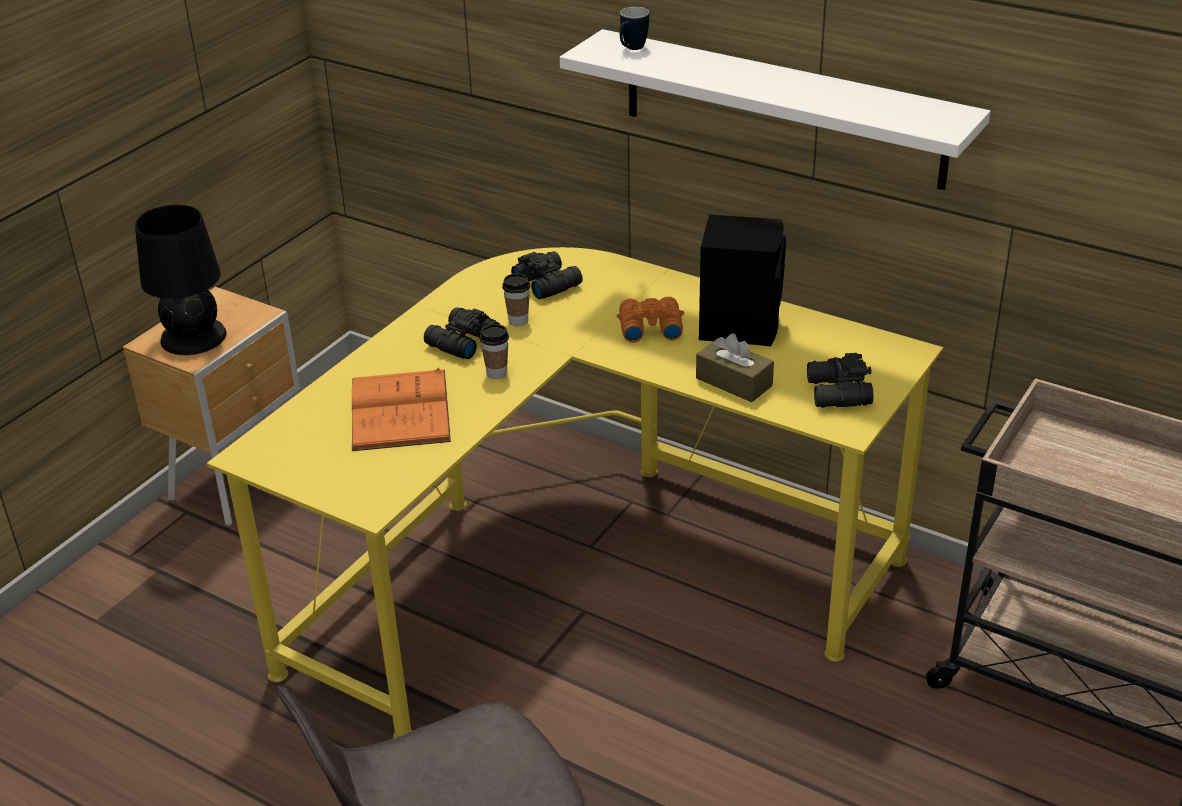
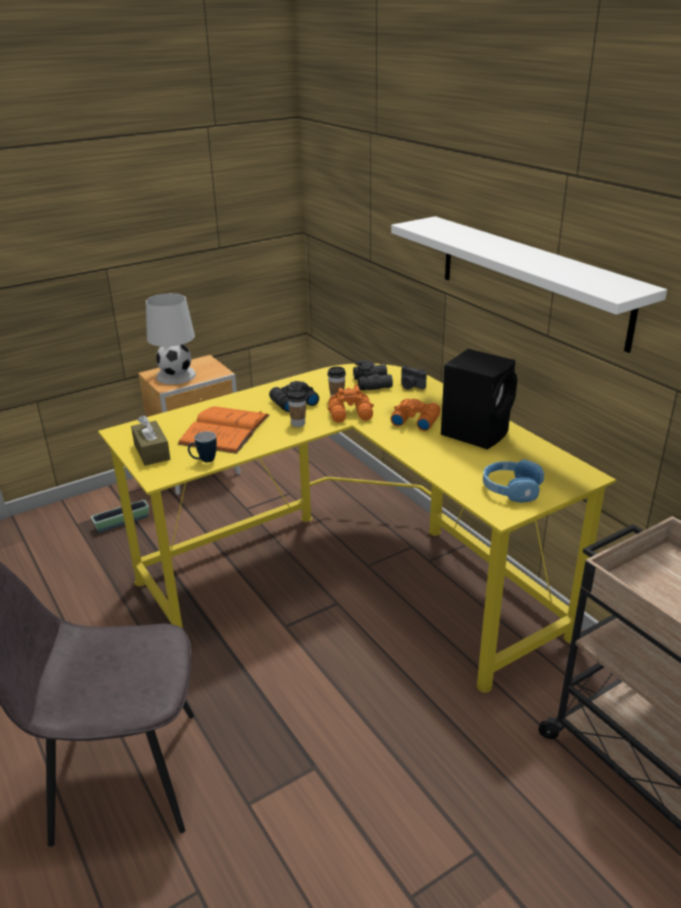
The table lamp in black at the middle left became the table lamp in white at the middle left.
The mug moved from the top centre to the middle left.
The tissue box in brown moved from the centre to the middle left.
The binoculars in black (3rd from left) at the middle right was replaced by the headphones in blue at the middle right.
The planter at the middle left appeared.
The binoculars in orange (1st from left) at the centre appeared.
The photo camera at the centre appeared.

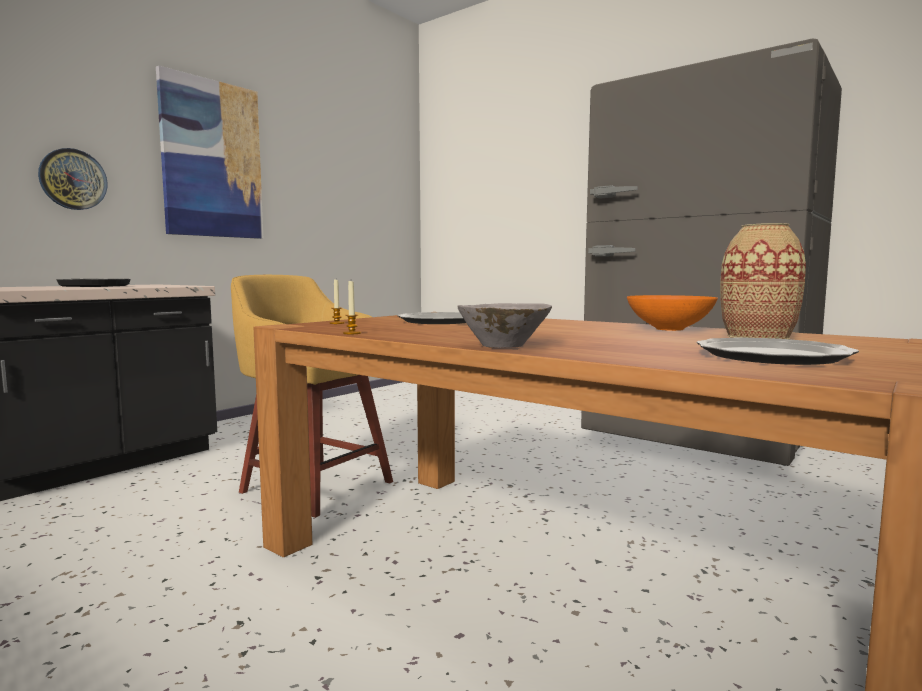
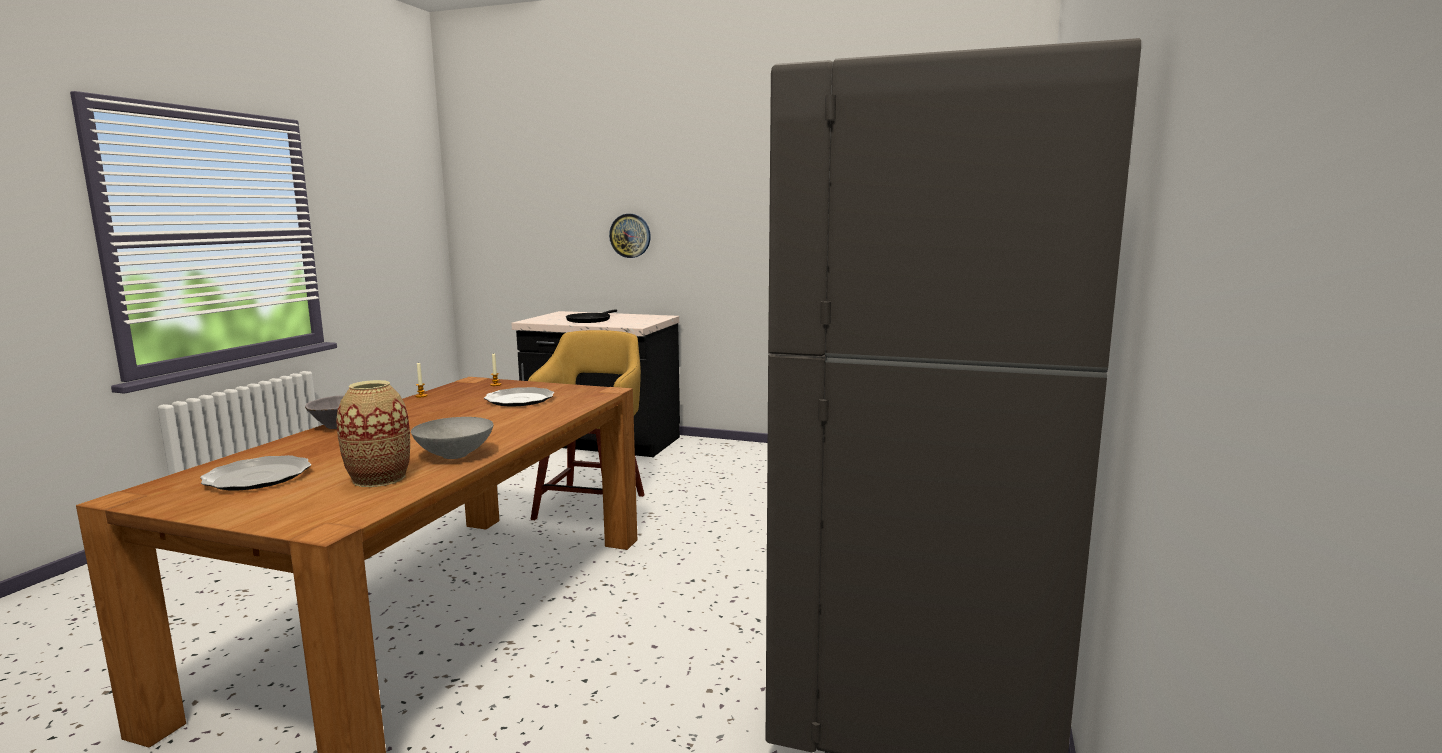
The picture at the top left disappeared.
The bowl in orange at the middle right became the bowl in grey (2nd from left) at the middle left.

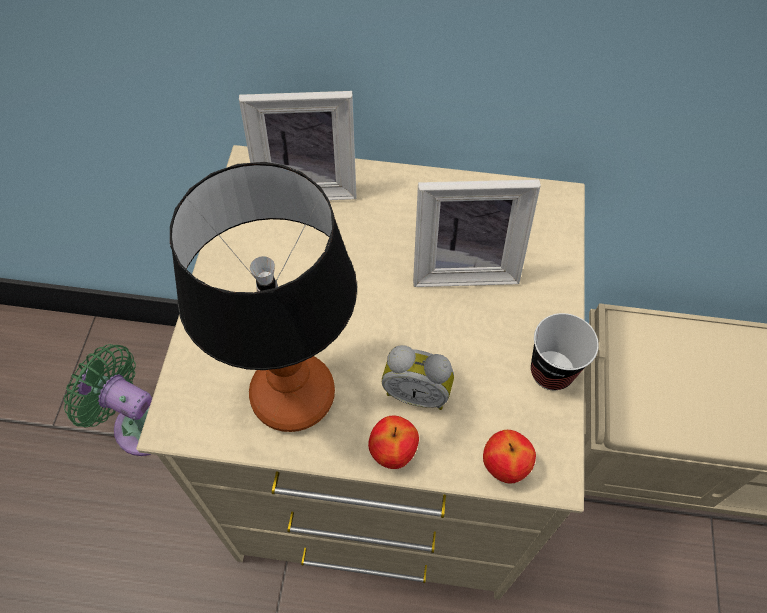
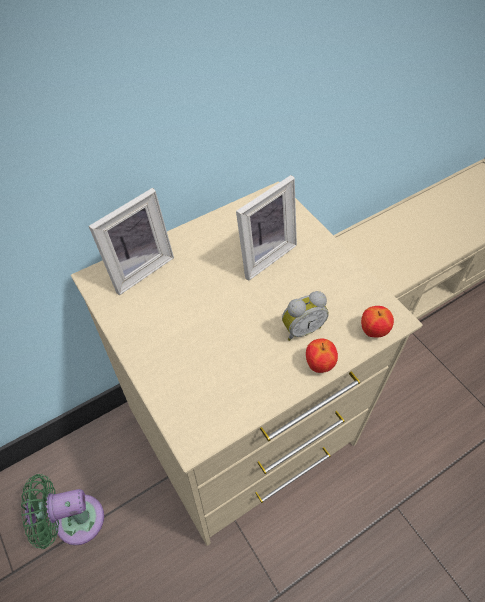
The table lamp at the centre disappeared.
The cup at the middle right disappeared.

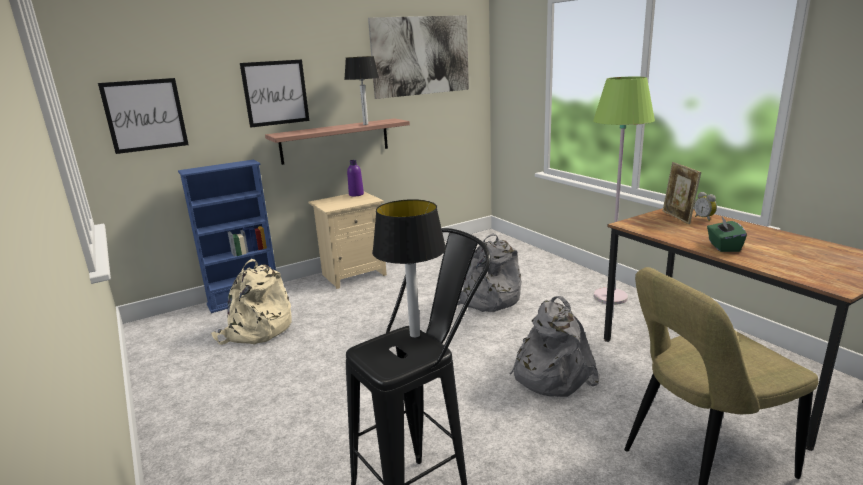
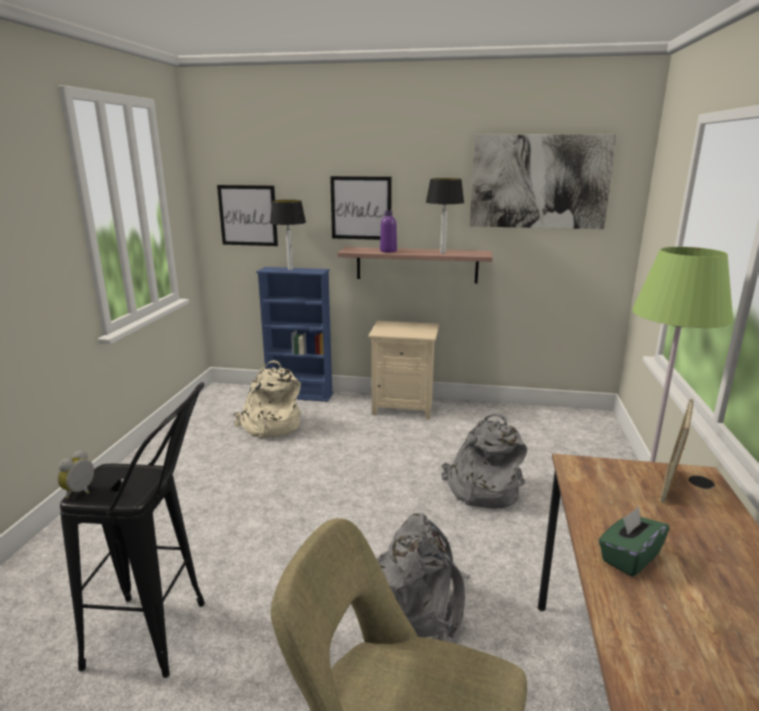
The bottle in purple moved from the centre to the top centre.
The table lamp (2nd from left in the first image) moved from the centre to the top centre.
The alarm clock moved from the middle right to the bottom left.

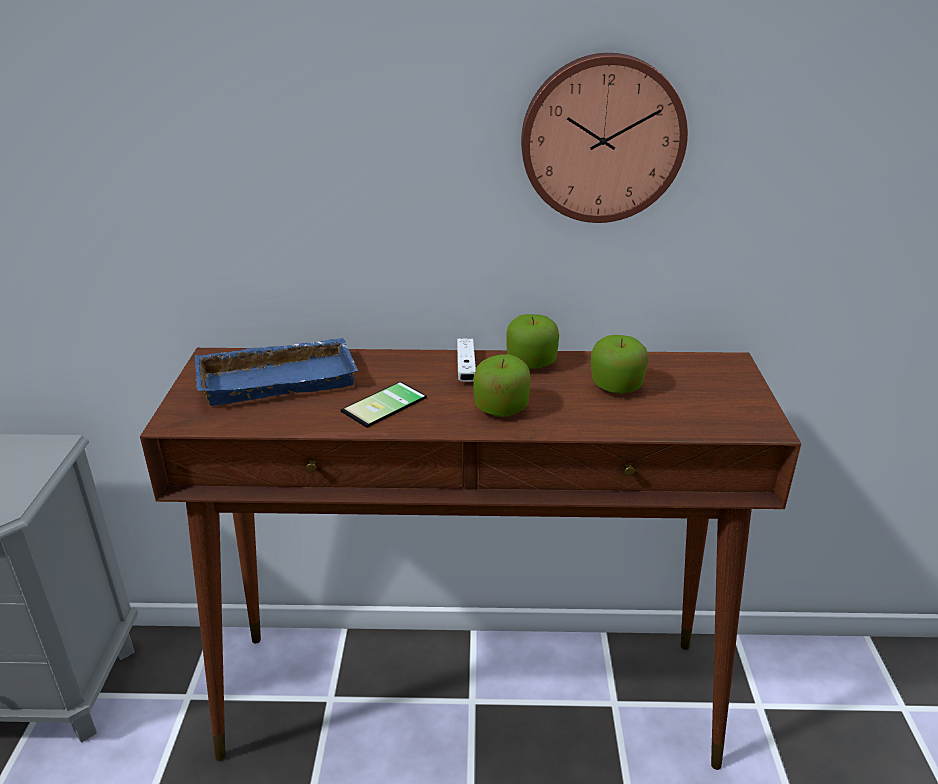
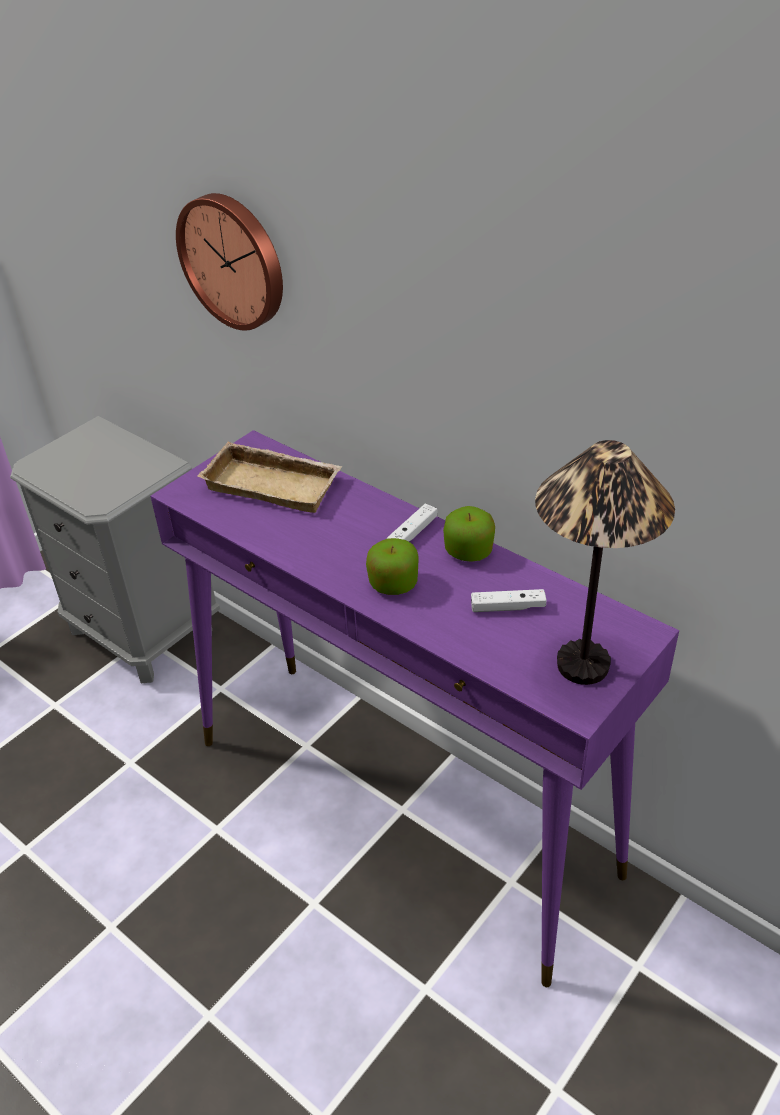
The console table in brown at the bottom centre became the console table in purple at the centre.
The tray in blue at the middle left became the tray in beige at the centre.
The phone at the centre disappeared.
The wall clock moved from the top centre to the top left.
The apple (3rd from left) at the centre was replaced by the game controller in white (2nd from left) at the centre.
The table lamp at the middle right appeared.

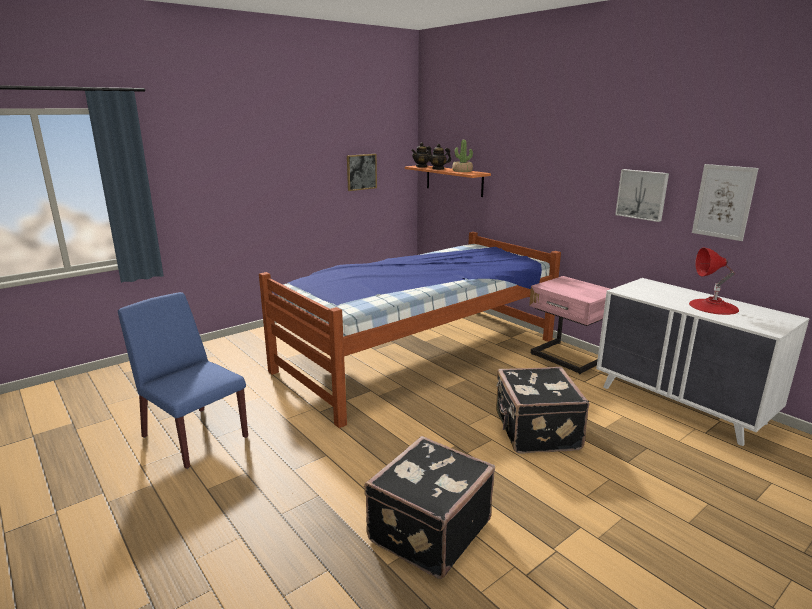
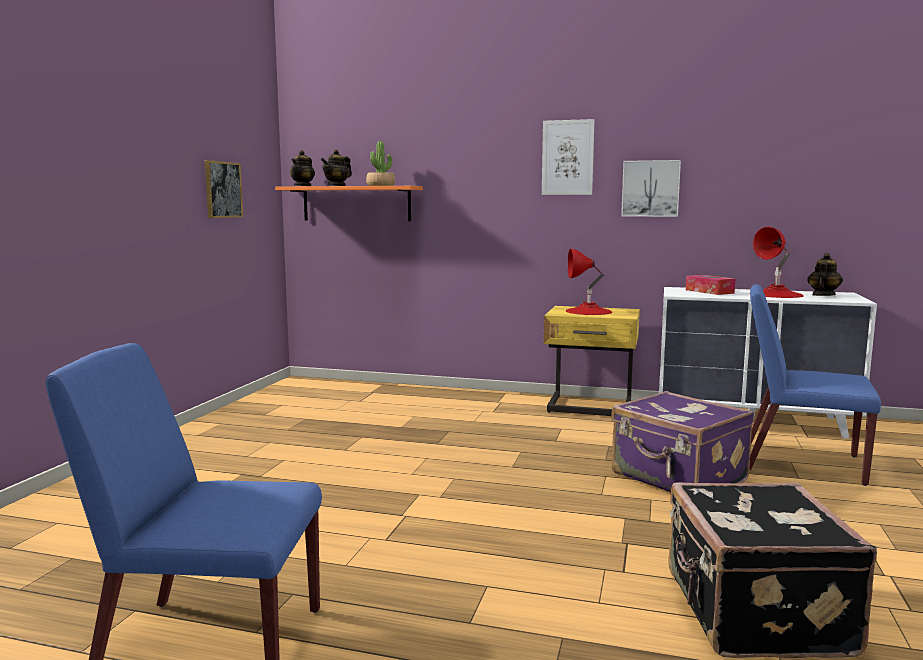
The bed at the centre disappeared.
The suitcase in black (2nd from left) at the bottom right became the suitcase in purple at the bottom right.
The nightstand in pink at the middle right became the nightstand in yellow at the centre.
The picture (3rd from left in the first image) moved from the top right to the top centre.
The table lamp in red (1st from left) at the centre appeared.
The tissue box at the middle right appeared.
The chair in blue (2nd from left) at the middle right appeared.
The teapot (3rd from left) at the middle right appeared.

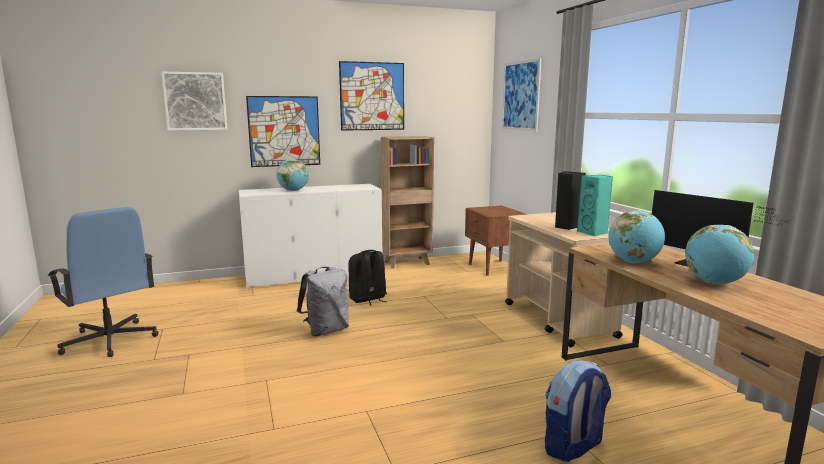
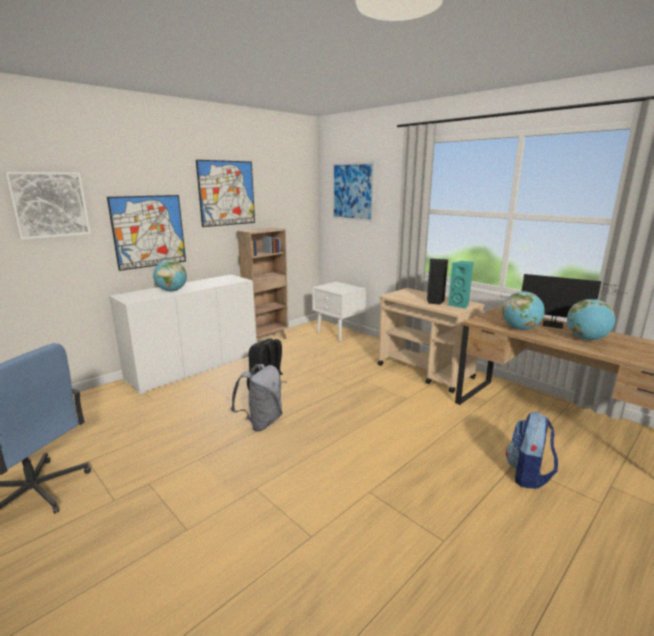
The nightstand in brown at the centre became the nightstand in white at the centre.

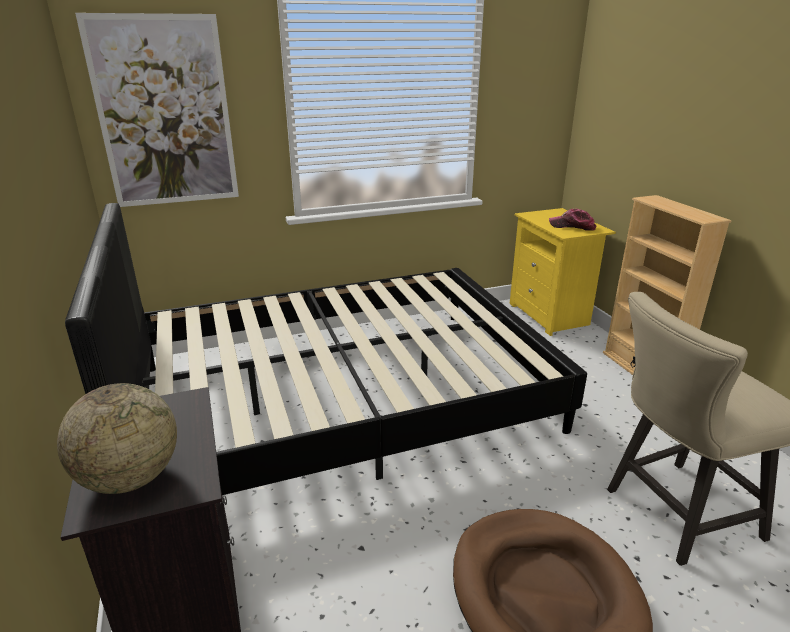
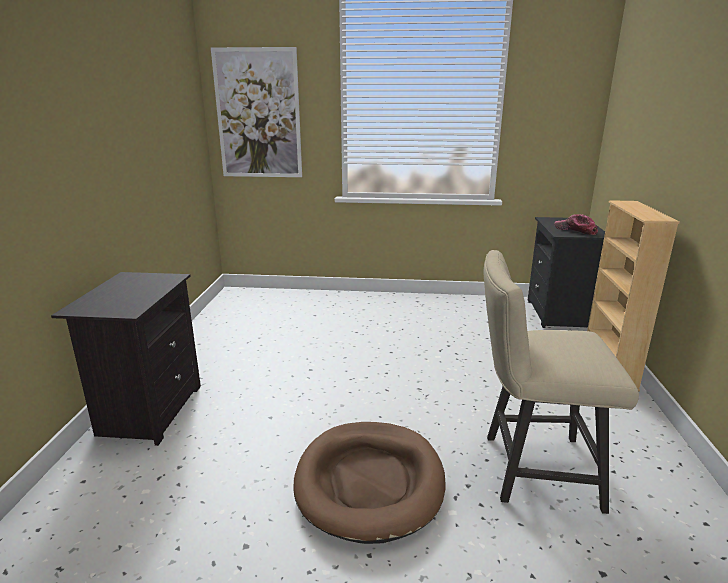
The globe at the bottom left disappeared.
The bed in black at the centre disappeared.
The nightstand in yellow at the middle right became the nightstand in black (2nd from left) at the middle right.

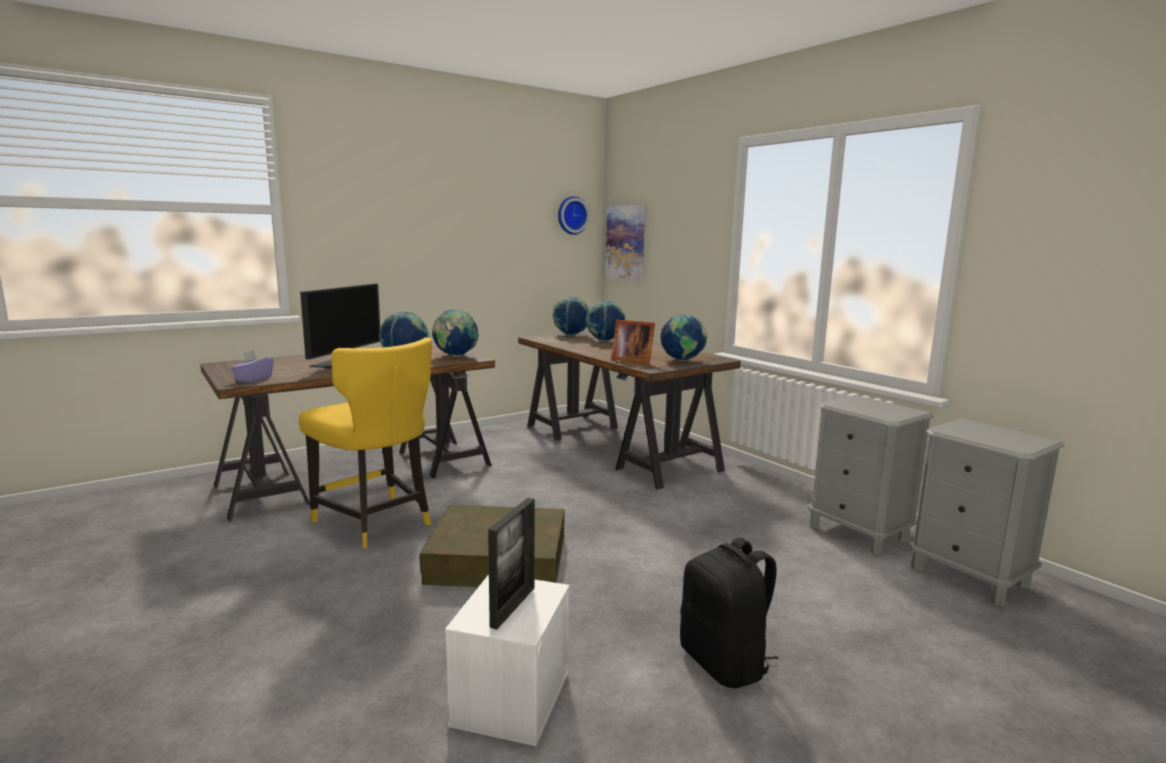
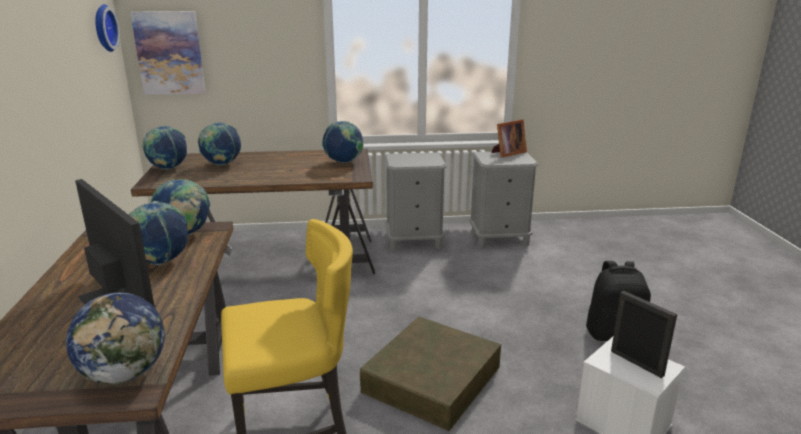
The tissue box in purple at the middle left was replaced by the globe (1st from left) at the bottom left.
The picture frame (2nd from left in the first image) moved from the centre to the top centre.
The nightstand in grey (2nd from left in the first image) moved from the bottom right to the centre.

